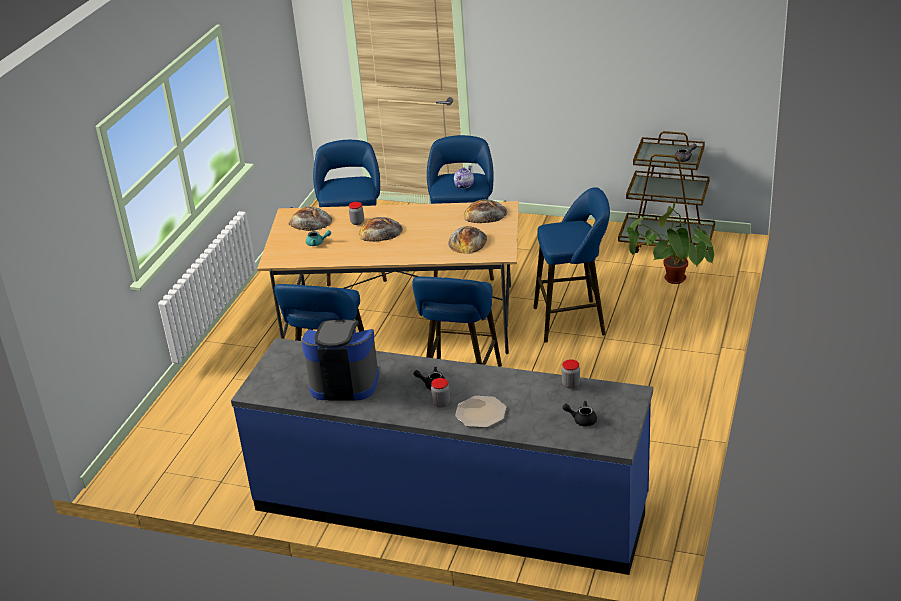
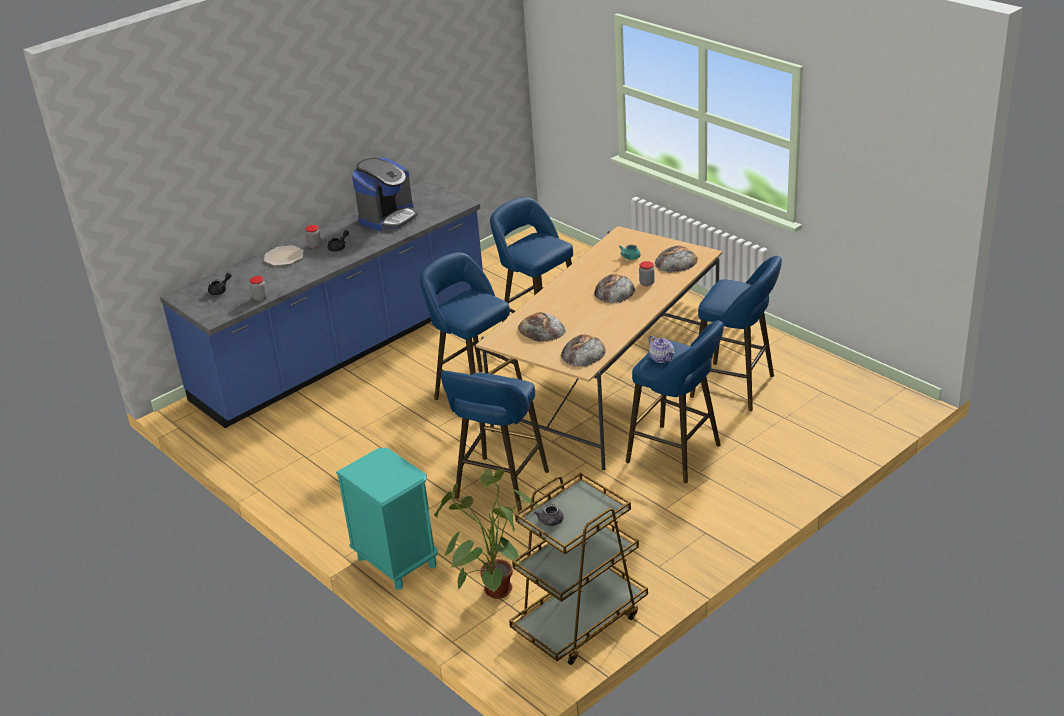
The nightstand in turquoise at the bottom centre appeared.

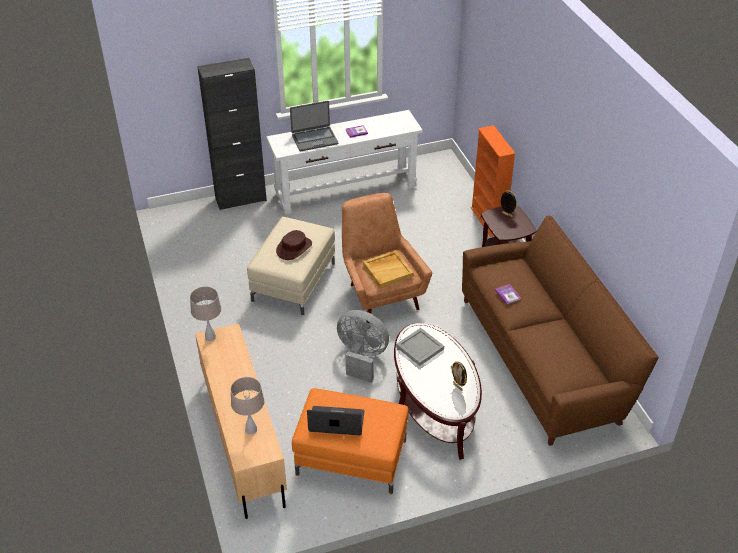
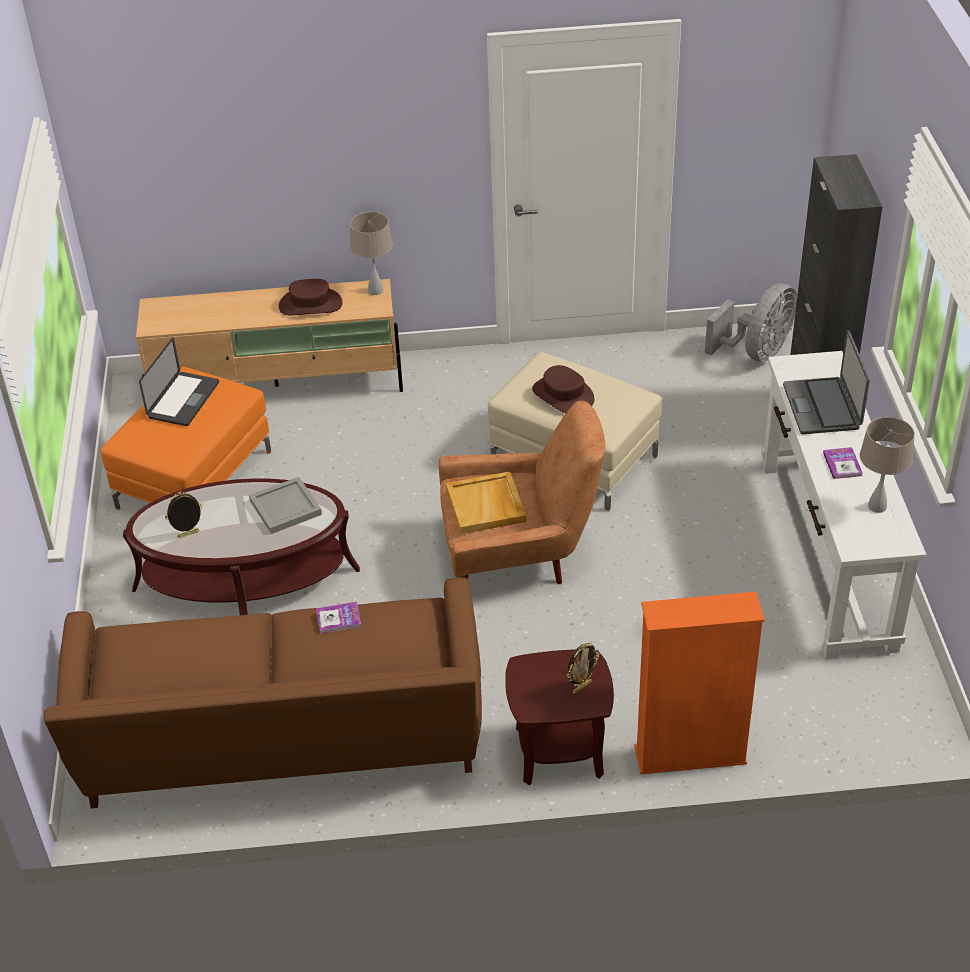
The table lamp in beige (2nd from left) moved from the bottom centre to the middle right.
The fan in grey moved from the centre to the top right.
The hat in brown (1st from left) at the top left appeared.

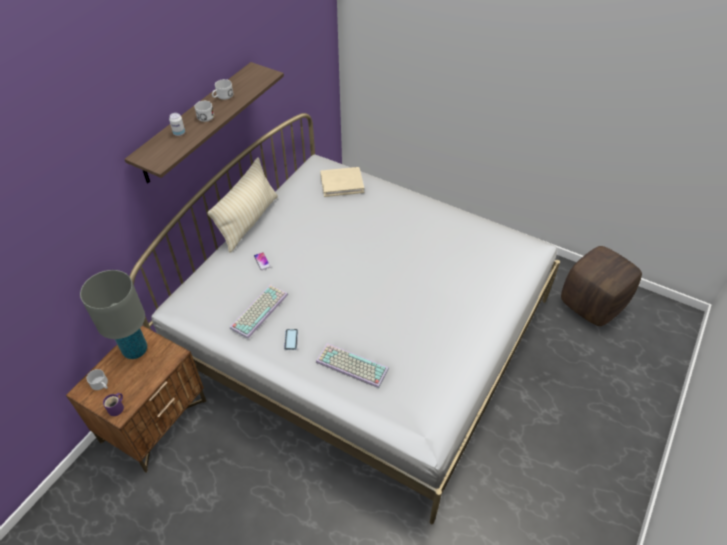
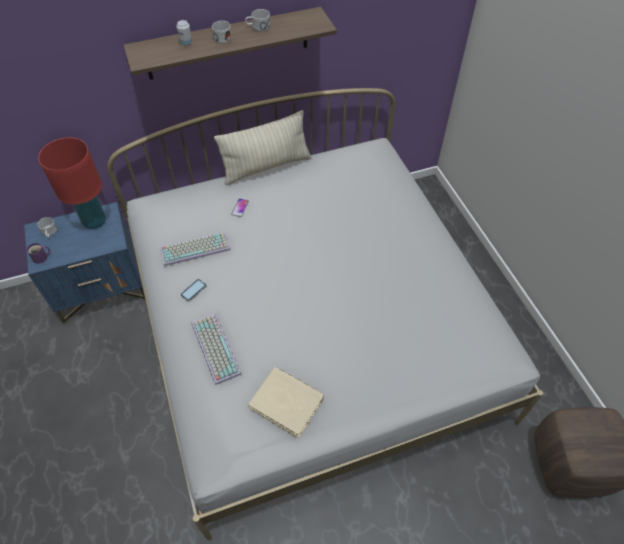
The nightstand in brown at the bottom left became the nightstand in blue at the middle left.
The table lamp in grey at the middle left became the table lamp in red at the middle left.
The book in beige moved from the centre to the bottom centre.

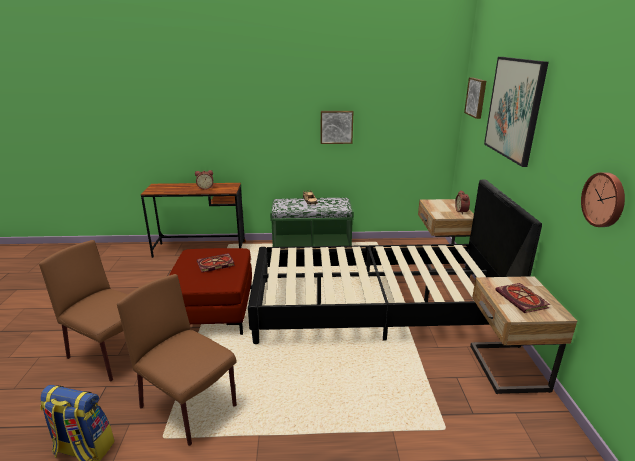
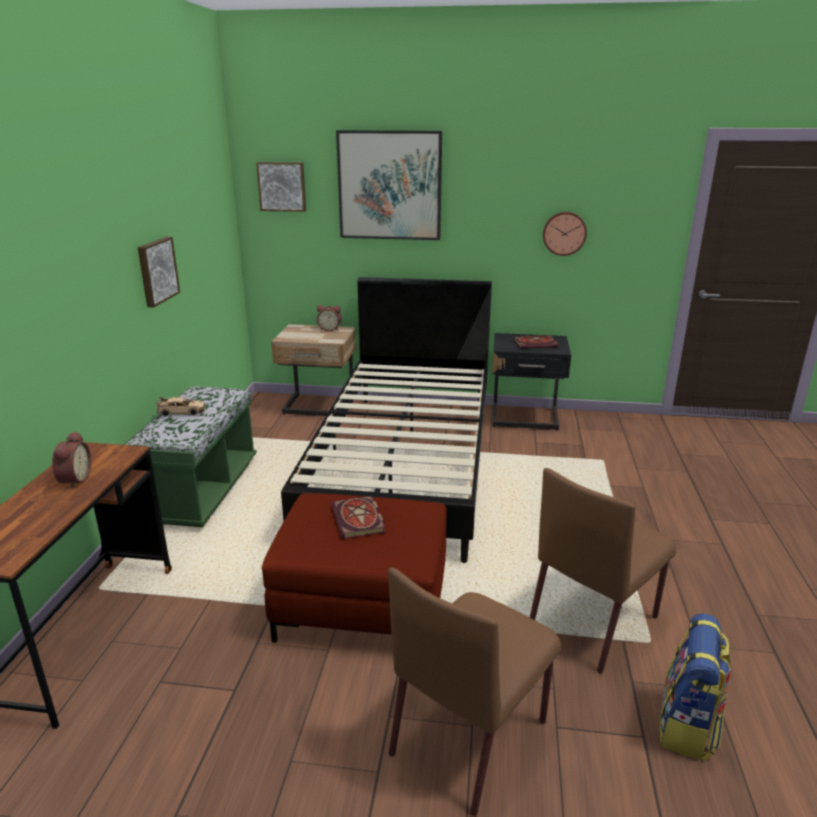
The nightstand in beige (2nd from left) at the bottom right became the nightstand in black at the centre.

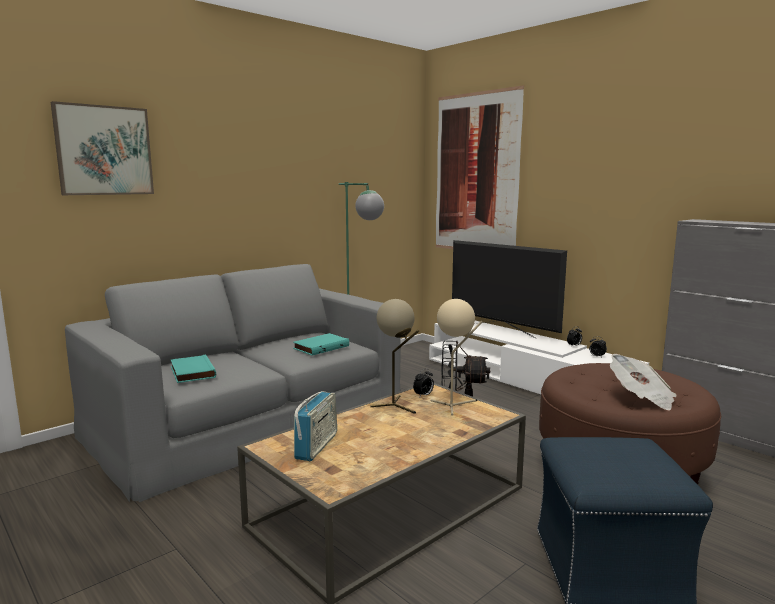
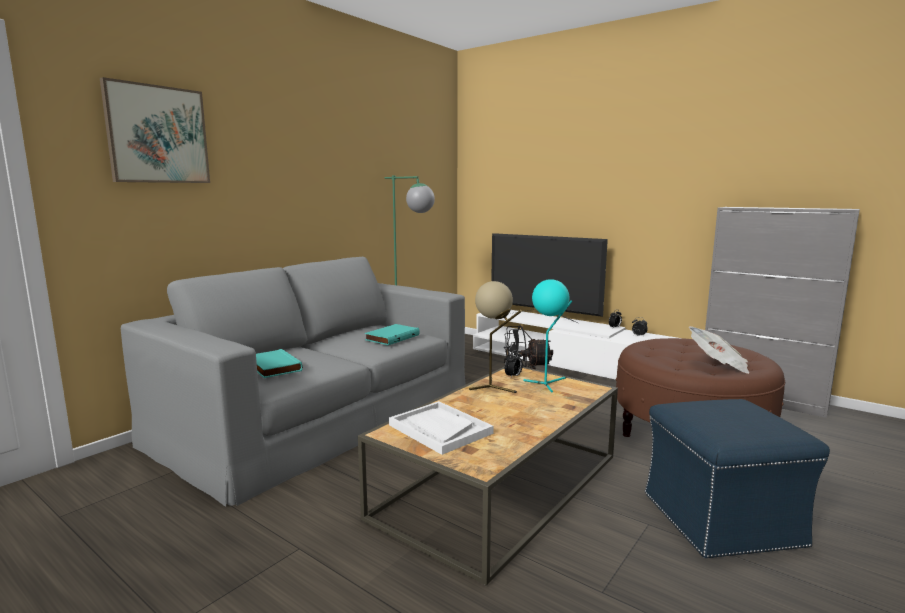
The radio at the bottom centre was replaced by the tray in white at the bottom centre.
The table lamp in beige (2nd from left) at the centre became the table lamp in turquoise at the centre.
The picture (2nd from left) at the top centre disappeared.

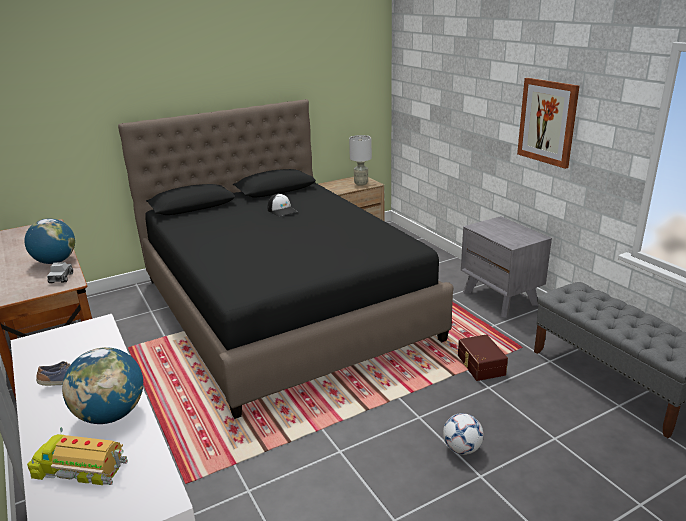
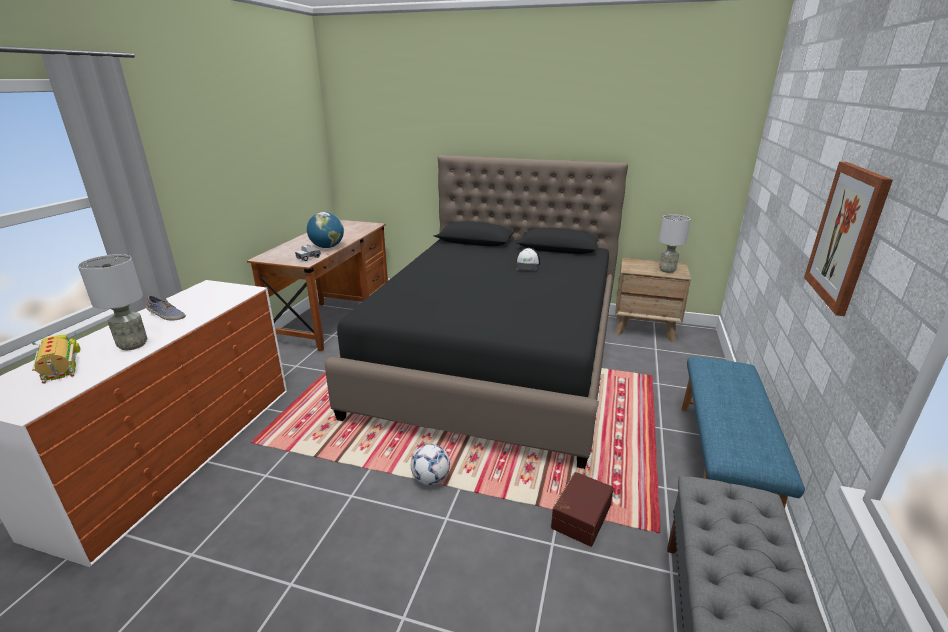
The globe (2nd from left) at the bottom left was replaced by the table lamp in grey (1st from left) at the middle left.
The football moved from the bottom right to the bottom centre.
The nightstand in grey at the middle right was replaced by the bench in blue at the bottom right.

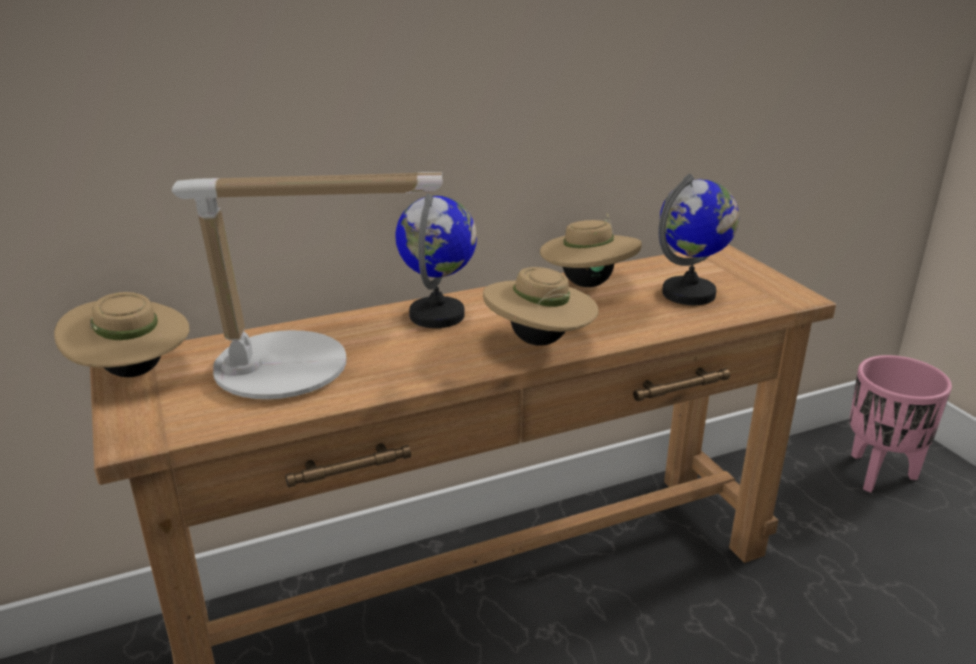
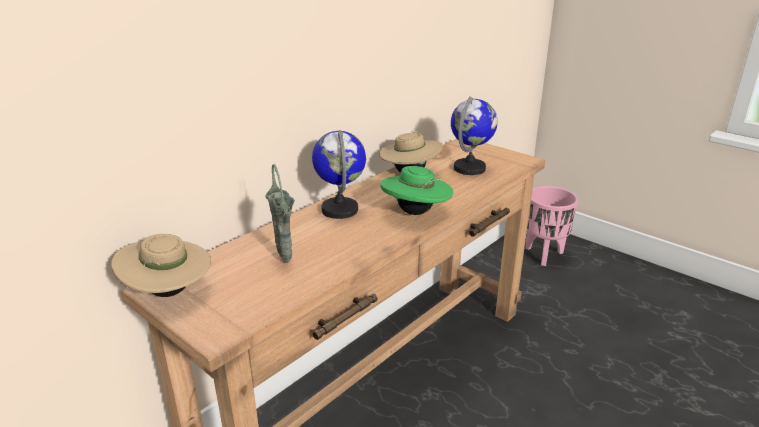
The table lamp at the middle left was replaced by the vase in green at the centre.
The hat in beige (2nd from left) at the centre became the hat in green at the centre.

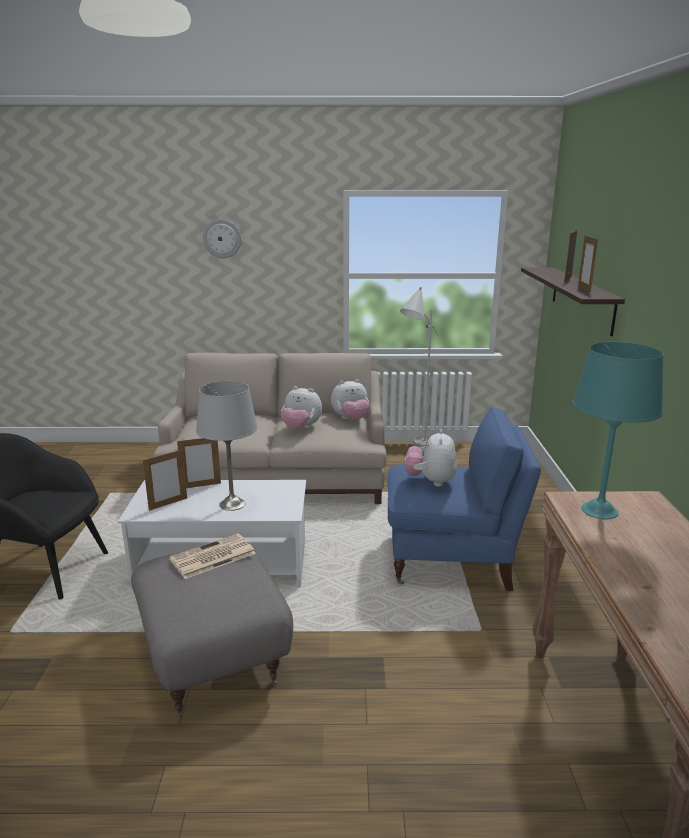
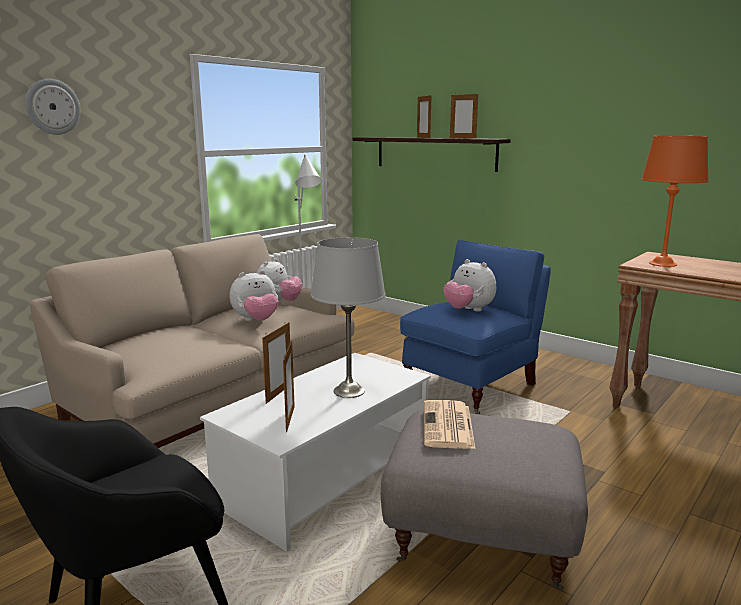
The table lamp in turquoise at the middle right became the table lamp in orange at the top right.

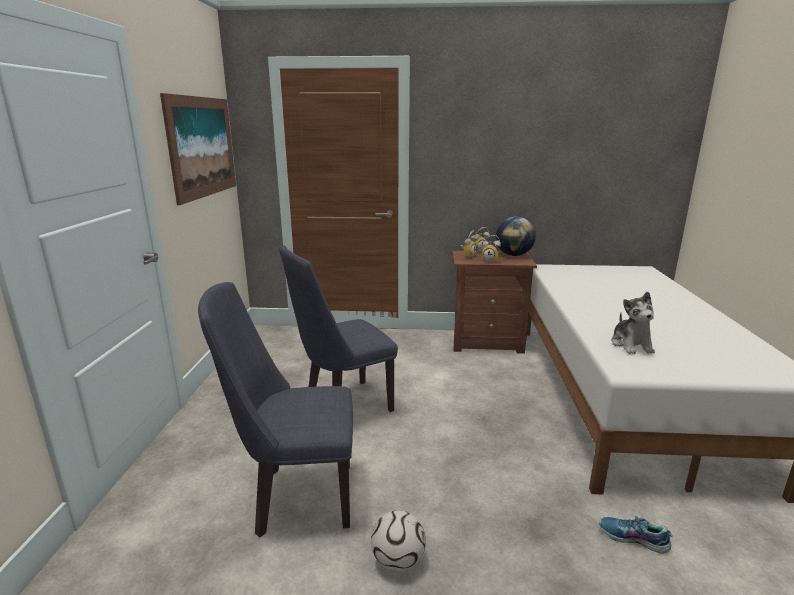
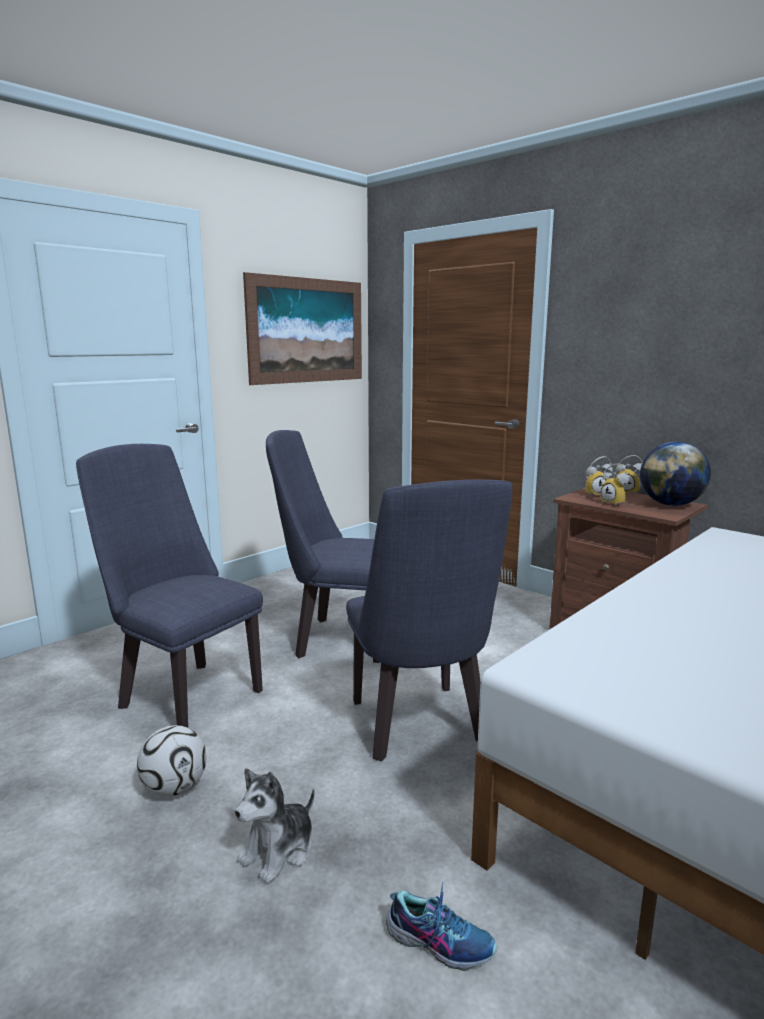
The shoe at the bottom right turned 135 degrees clockwise.
The plush toy moved from the middle right to the bottom centre.
The chair in blue (3rd from left) at the centre appeared.

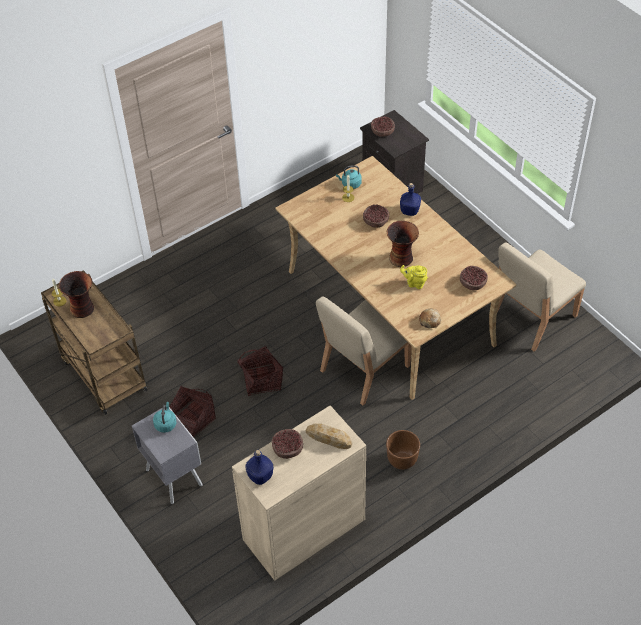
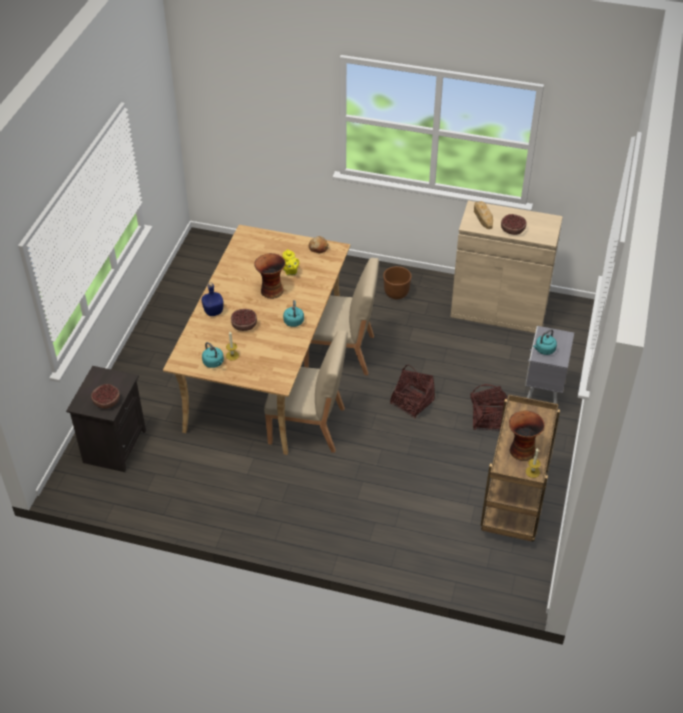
The bottle in blue (1st from left) at the bottom centre disappeared.
The bowl (4th from left) at the middle right disappeared.
The chair in beige (2nd from left in the first image) moved from the middle right to the centre.
The kettle in turquoise (2nd from left) at the centre appeared.

